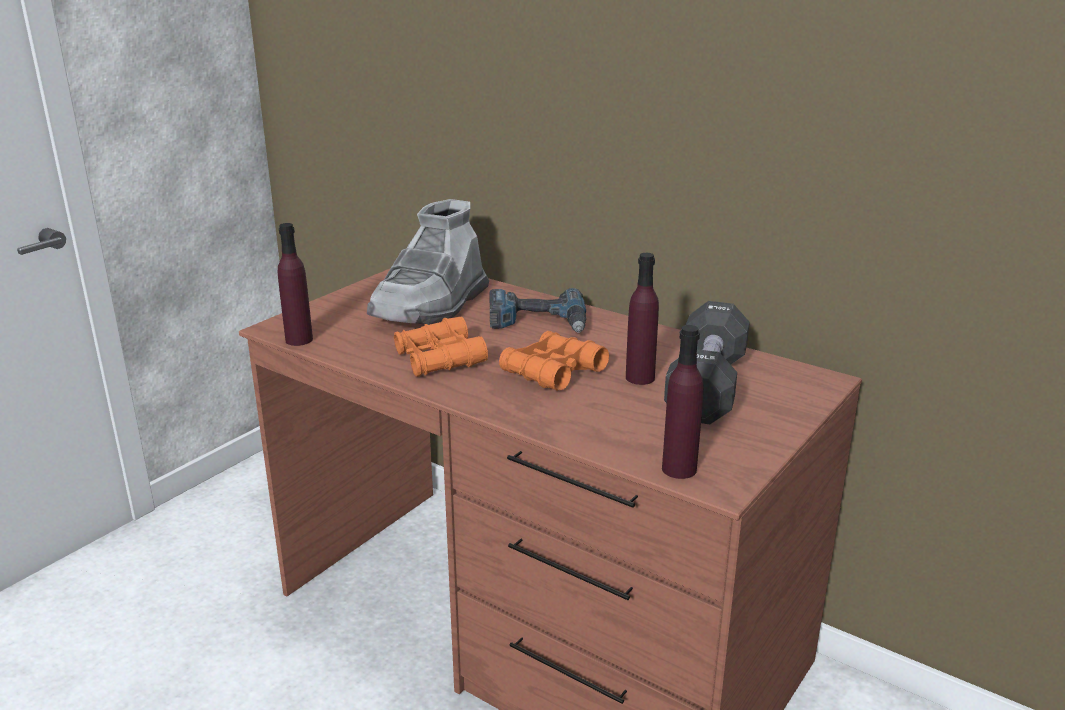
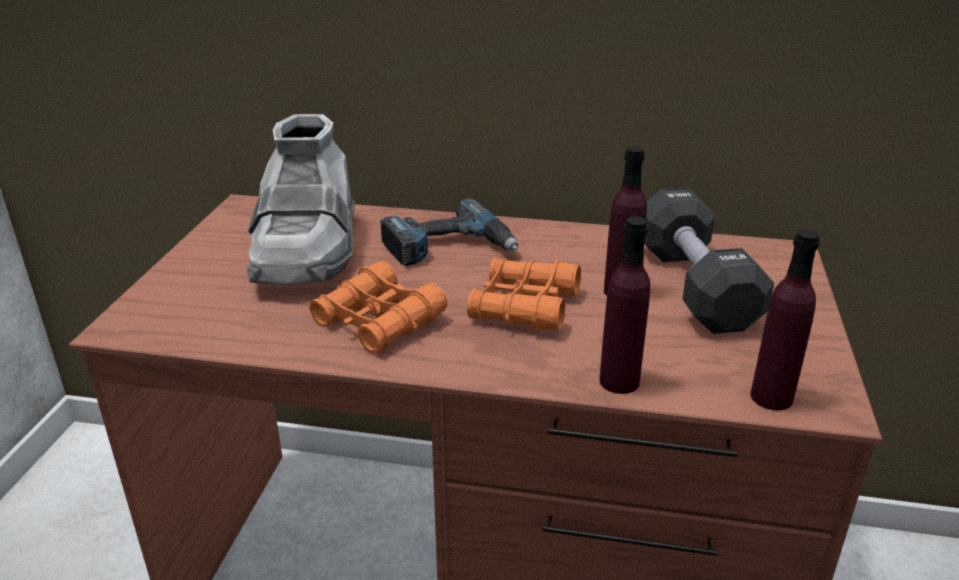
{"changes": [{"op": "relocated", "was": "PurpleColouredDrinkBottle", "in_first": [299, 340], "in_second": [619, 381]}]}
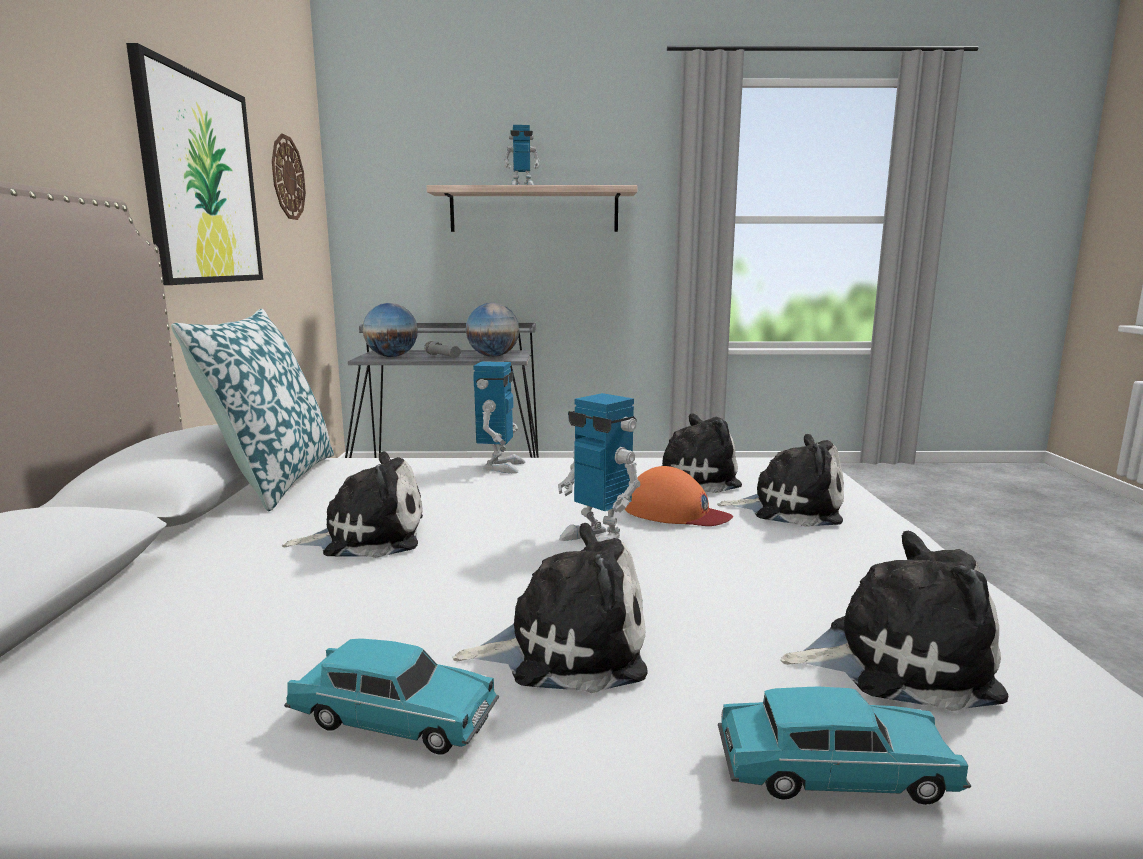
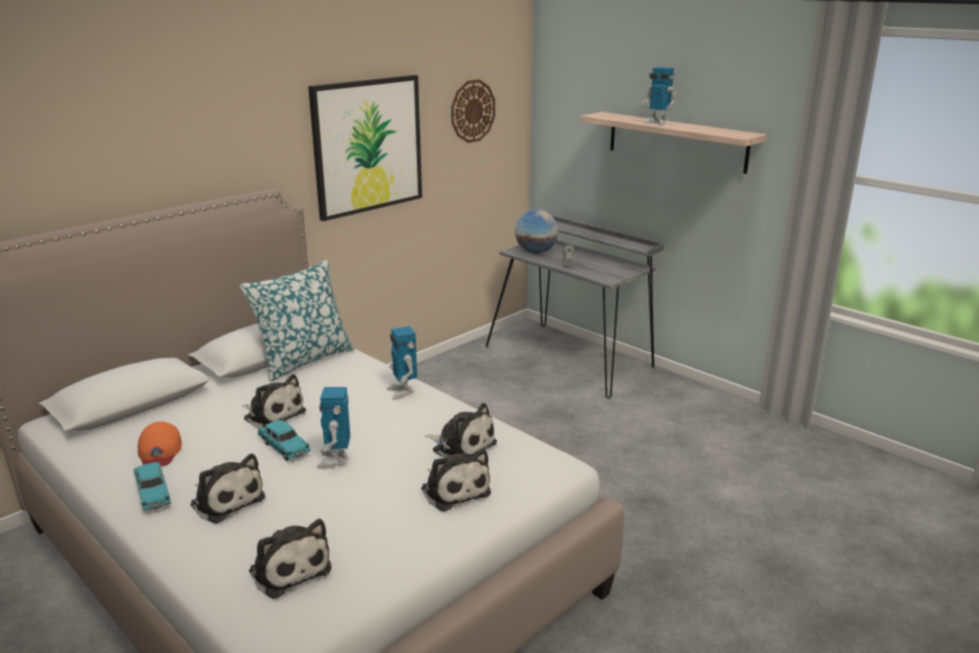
{"changes": [{"op": "missing", "was": "DeskGlobe", "in_first": [493, 356]}, {"op": "spun", "was": "RobotFigure", "in_first": [500, 466], "in_second": [402, 392], "clockwise": 105}, {"op": "relocated", "was": "OrangeBaseballCap", "in_first": [675, 512], "in_second": [159, 451]}, {"op": "relocated", "was": "BlueGreenModelCar", "in_first": [834, 774], "in_second": [284, 448]}]}
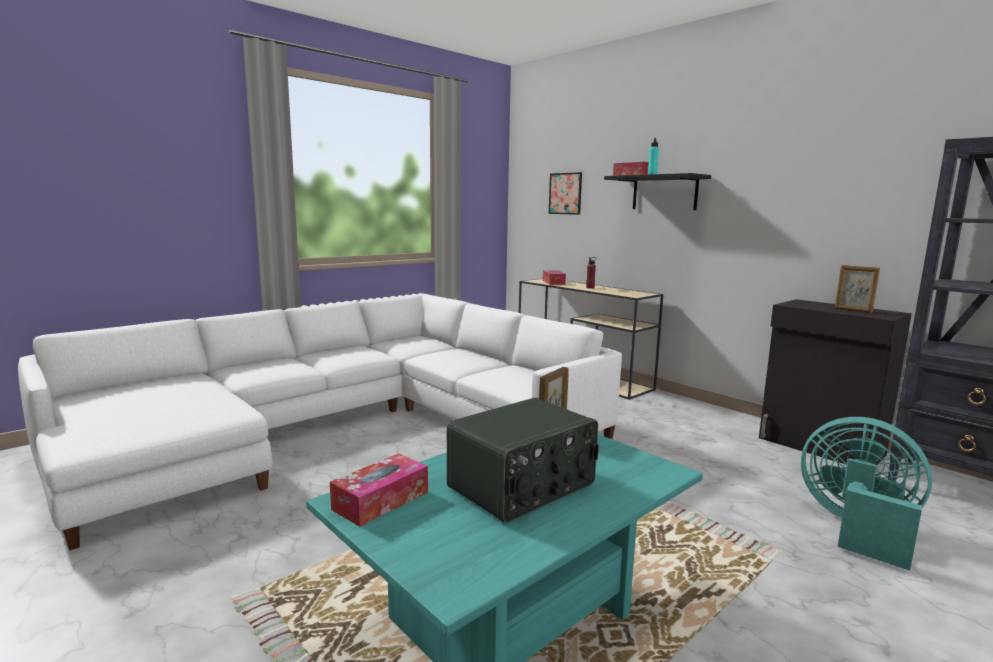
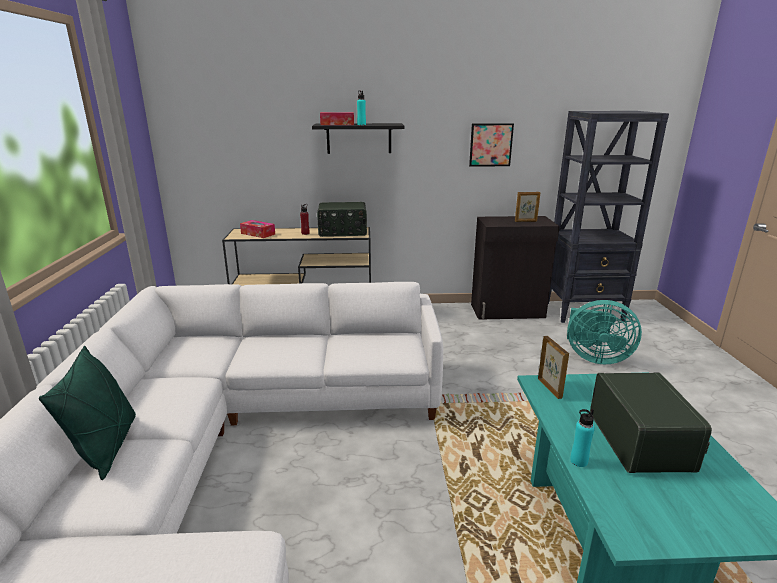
{"changes": [{"op": "relocated", "was": "WallPicture", "in_first": [565, 193], "in_second": [491, 145]}, {"op": "spun", "was": "BlueGreenElectricFan", "in_first": [857, 528], "in_second": [594, 357], "clockwise": -150}, {"op": "missing", "was": "BoxOfTissues", "in_first": [381, 500]}, {"op": "appeared", "now": "RadioSet", "in_second": [342, 232]}, {"op": "appeared", "now": "GreenColouredThrowPillow", "in_second": [107, 447]}, {"op": "appeared", "now": "BlueGreenDrinkBottle", "in_second": [578, 461]}]}
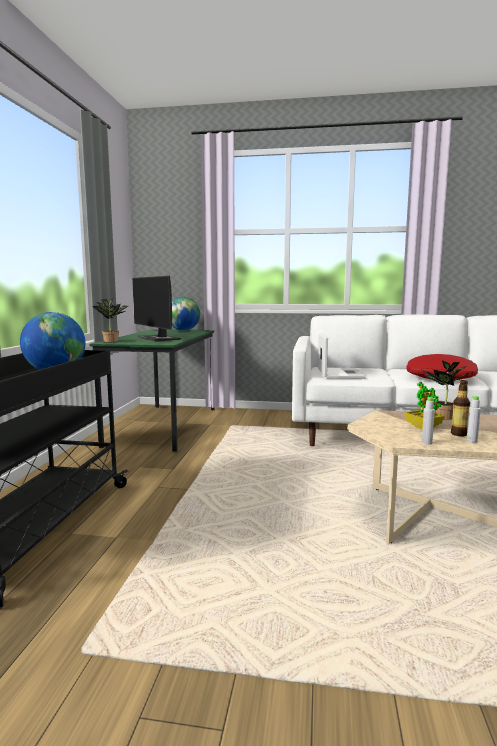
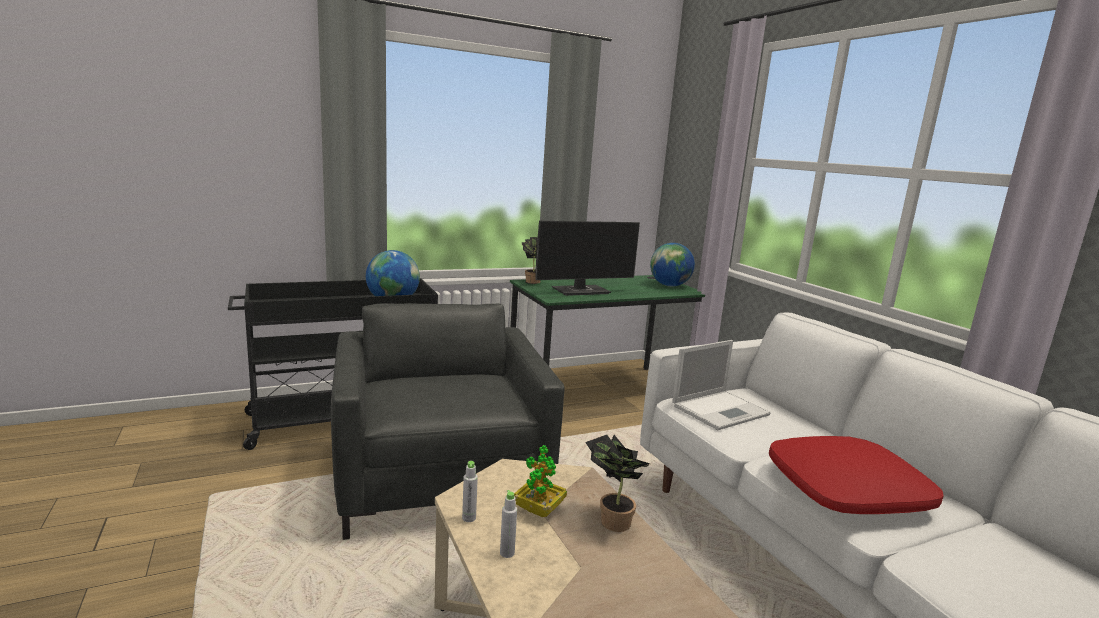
{"changes": [{"op": "spun", "was": "ComputerScreen", "in_first": [159, 339], "in_second": [582, 291], "clockwise": -135}, {"op": "missing", "was": "DrinkBottle", "in_first": [459, 434]}, {"op": "appeared", "now": "GreyLoungeChair", "in_second": [441, 478]}]}
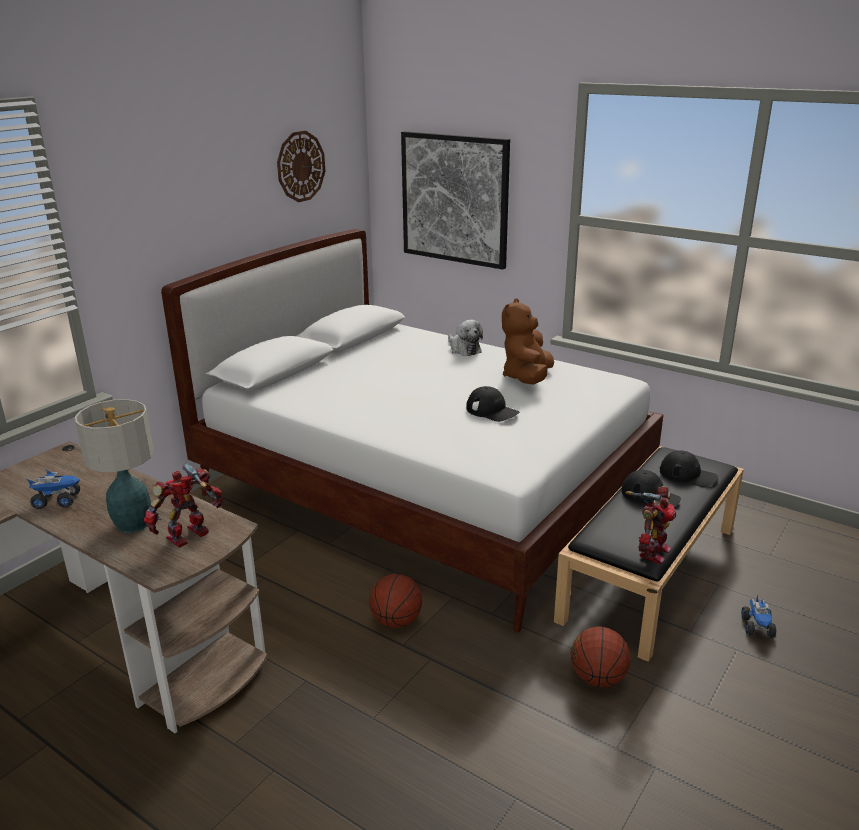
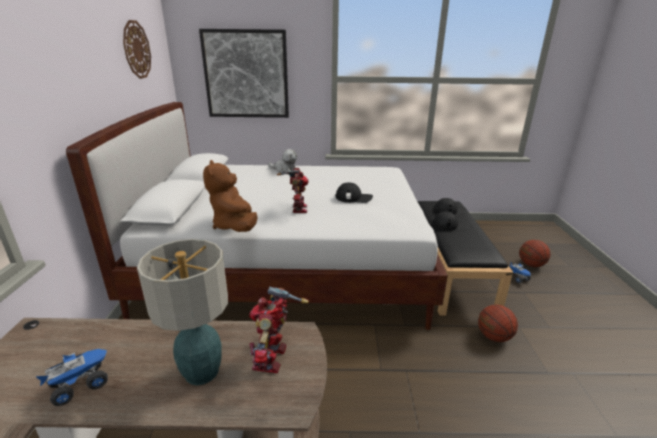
{"changes": [{"op": "relocated", "was": "BrownishCuddlyToy", "in_first": [527, 378], "in_second": [234, 226]}, {"op": "relocated", "was": "RobotFigure", "in_first": [651, 552], "in_second": [298, 209]}, {"op": "relocated", "was": "BasketballBall", "in_first": [396, 621], "in_second": [531, 265]}]}
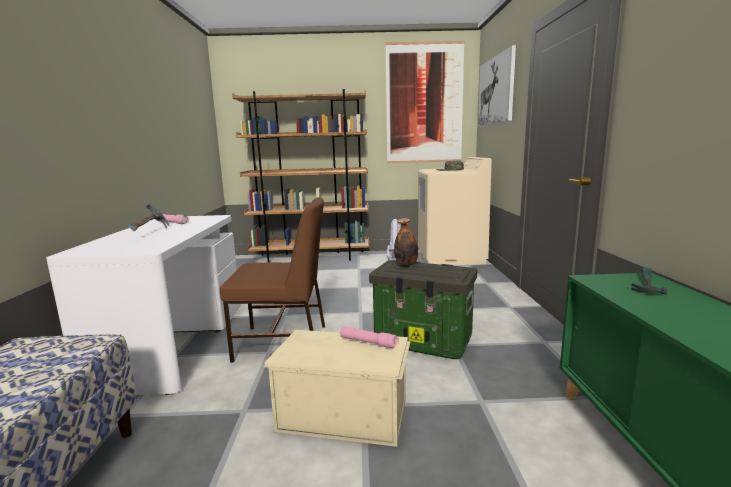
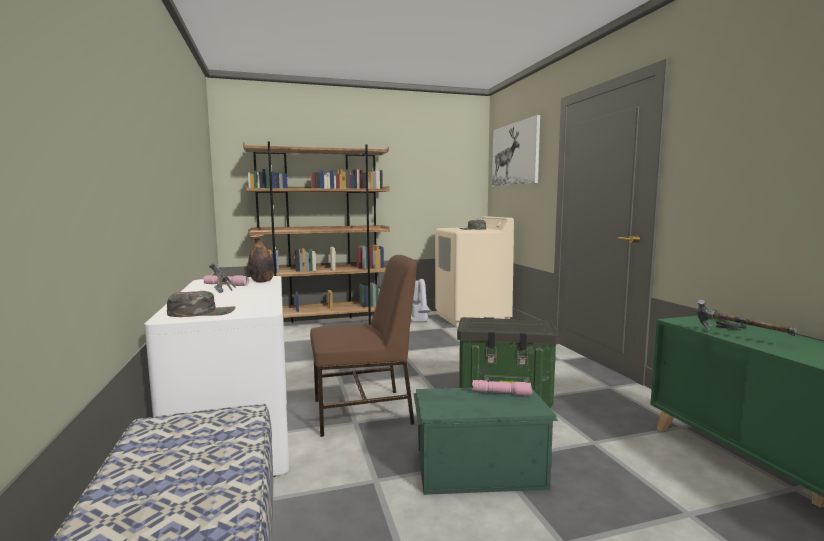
{"changes": [{"op": "missing", "was": "WallPicture", "in_first": [424, 104]}, {"op": "relocated", "was": "DrinkBottle", "in_first": [406, 264], "in_second": [262, 282]}, {"op": "colour", "was": "BeigeStorageBox", "now": "GreenColouredStorageBox", "in_first": [343, 413], "in_second": [478, 468]}, {"op": "appeared", "now": "GreenColouredBaseballCap", "in_second": [202, 312]}, {"op": "appeared", "now": "Hammer", "in_second": [738, 337]}]}
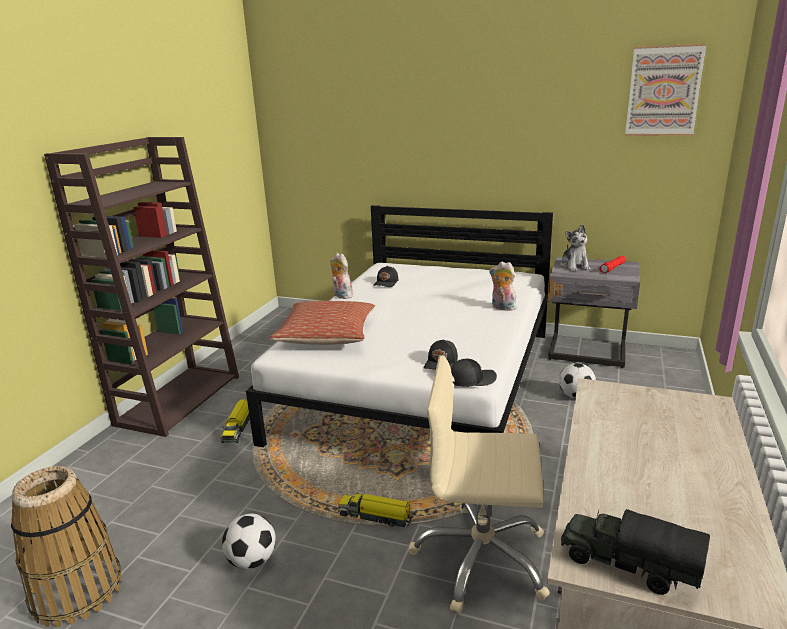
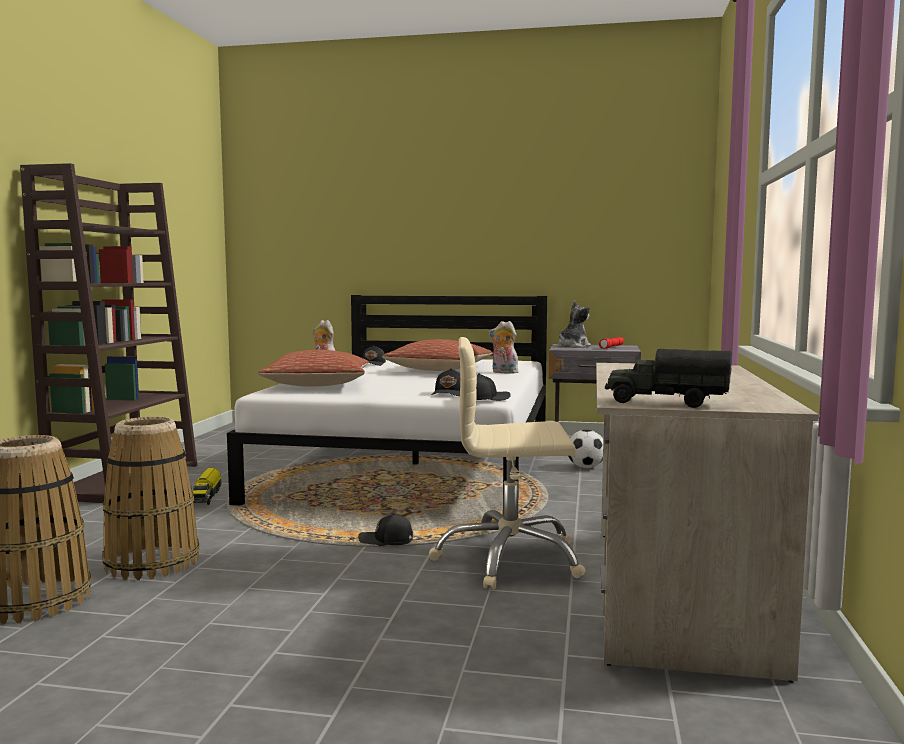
{"changes": [{"op": "missing", "was": "WallPicture", "in_first": [663, 91]}, {"op": "spun", "was": "CuddlyToy", "in_first": [574, 266], "in_second": [573, 346], "clockwise": -120}, {"op": "exchanged", "was": "ToyLorry", "now": "BlackColouredBaseballCap", "in_first": [376, 516], "in_second": [386, 541]}, {"op": "missing", "was": "FootballBall", "in_first": [252, 561]}, {"op": "appeared", "now": "ThrowPillow", "in_second": [439, 370]}, {"op": "appeared", "now": "HouseholdBasket", "in_second": [151, 562]}]}
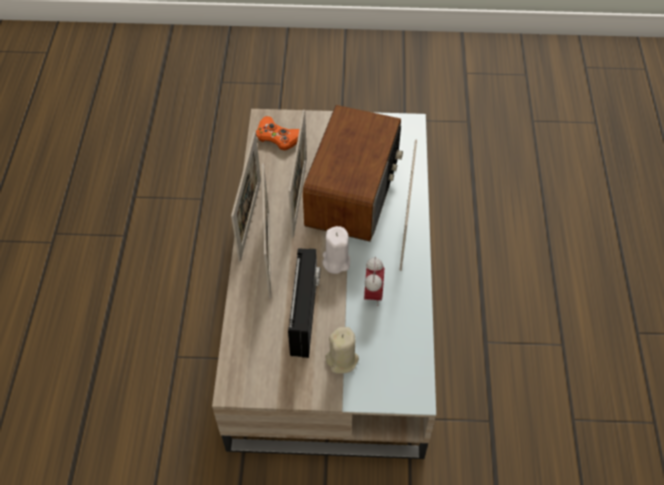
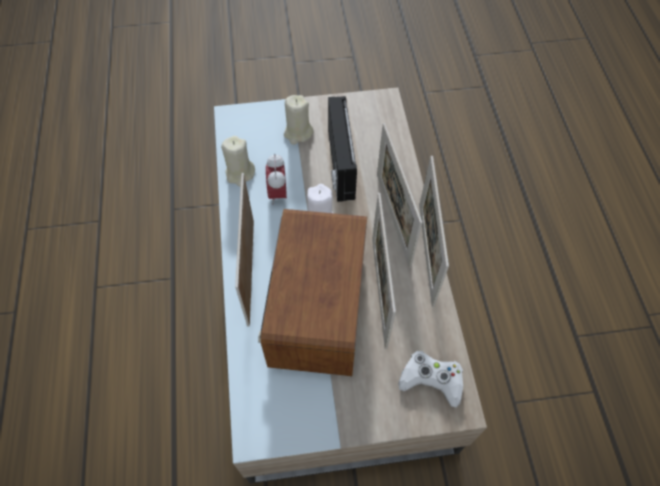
{"changes": [{"op": "colour", "was": "OrangeGameController", "now": "WhitishGameController", "in_first": [278, 137], "in_second": [431, 379]}, {"op": "appeared", "now": "BeigeWaxLight", "in_second": [240, 173]}]}
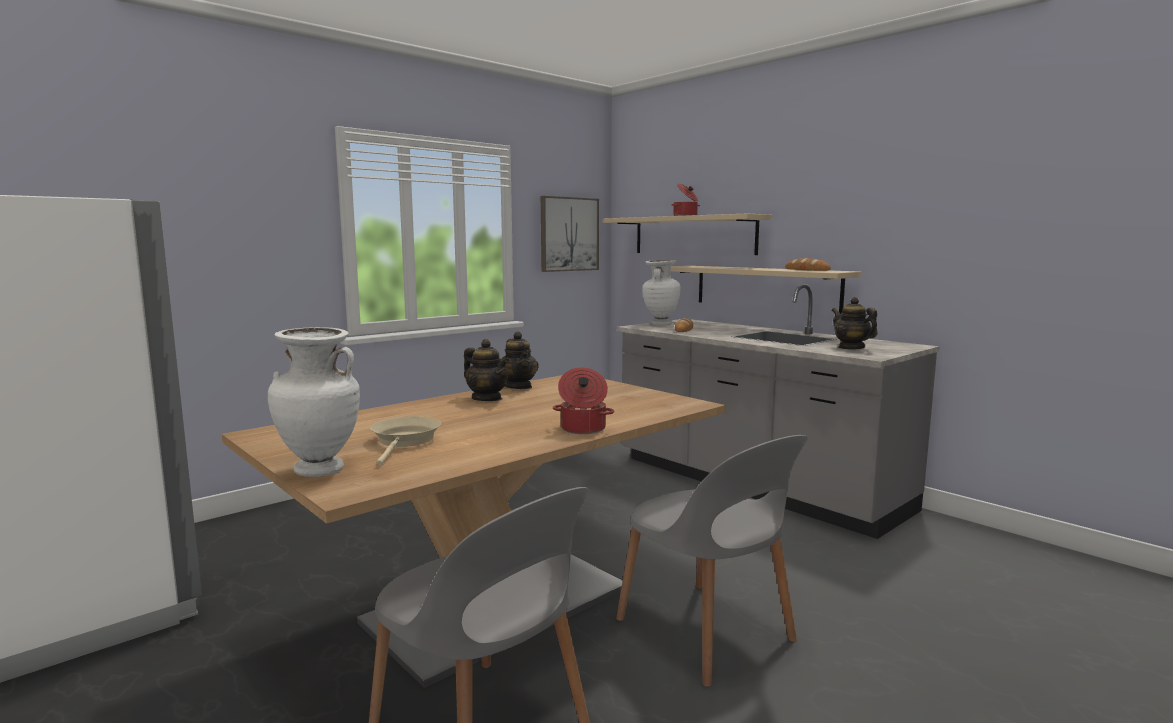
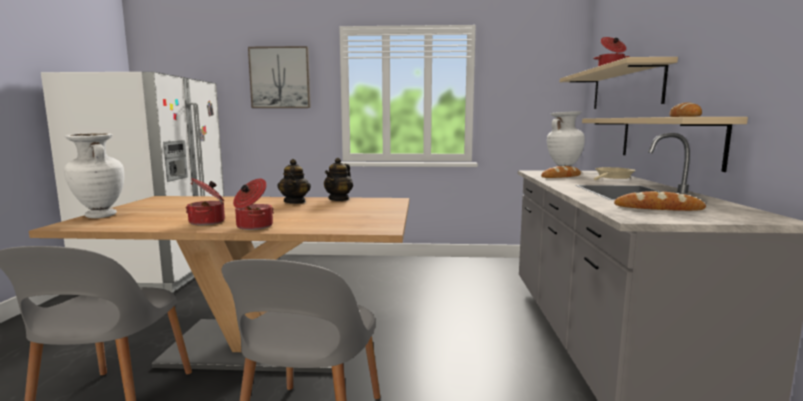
{"changes": [{"op": "relocated", "was": "WallPicture", "in_first": [569, 234], "in_second": [280, 78]}, {"op": "exchanged", "was": "PotForTea", "now": "BakeryBread", "in_first": [851, 347], "in_second": [658, 208]}, {"op": "relocated", "was": "BeigePan", "in_first": [405, 441], "in_second": [613, 177]}, {"op": "appeared", "now": "CookingPot", "in_second": [208, 222]}]}
